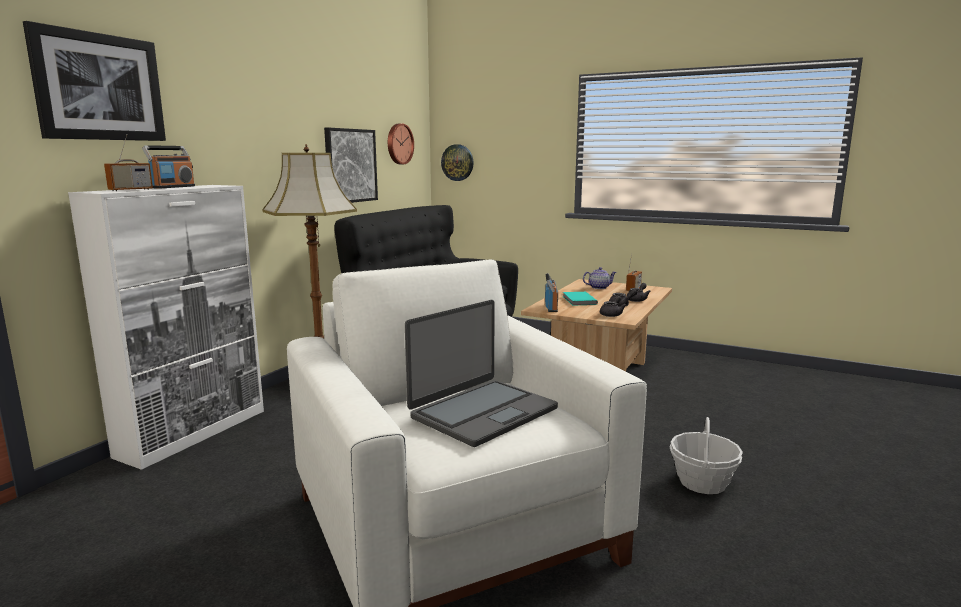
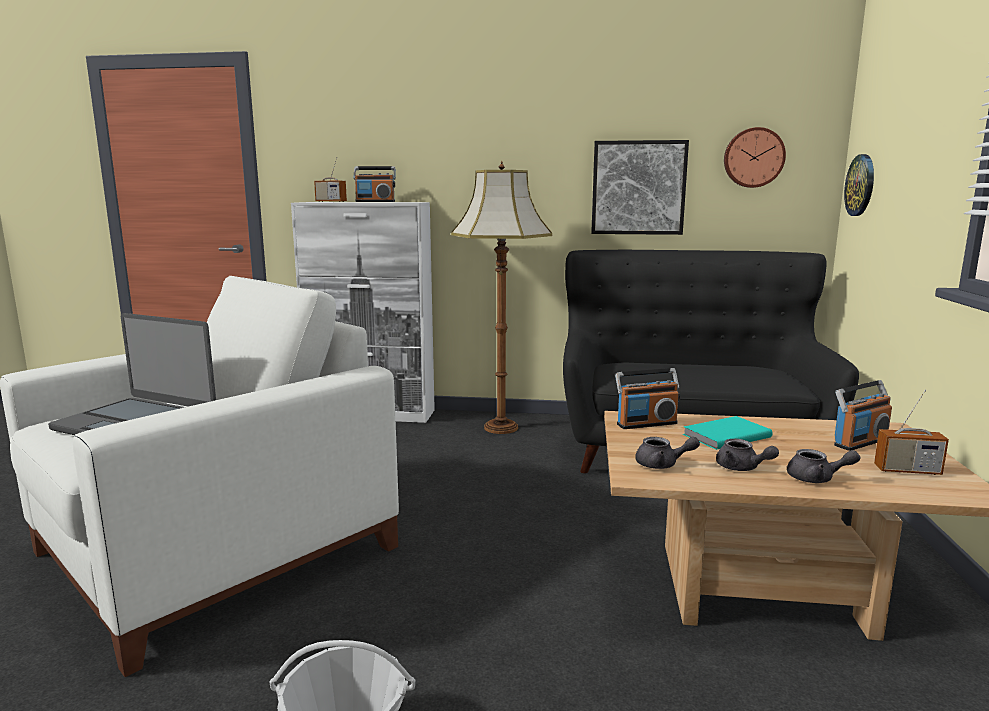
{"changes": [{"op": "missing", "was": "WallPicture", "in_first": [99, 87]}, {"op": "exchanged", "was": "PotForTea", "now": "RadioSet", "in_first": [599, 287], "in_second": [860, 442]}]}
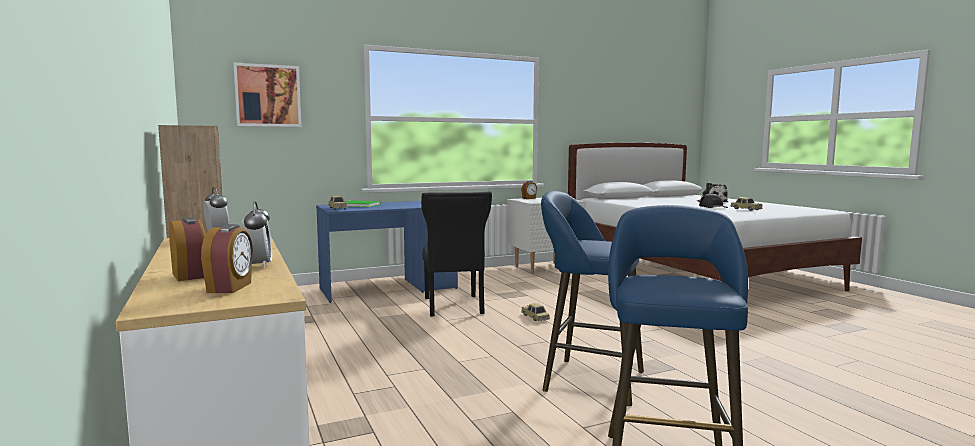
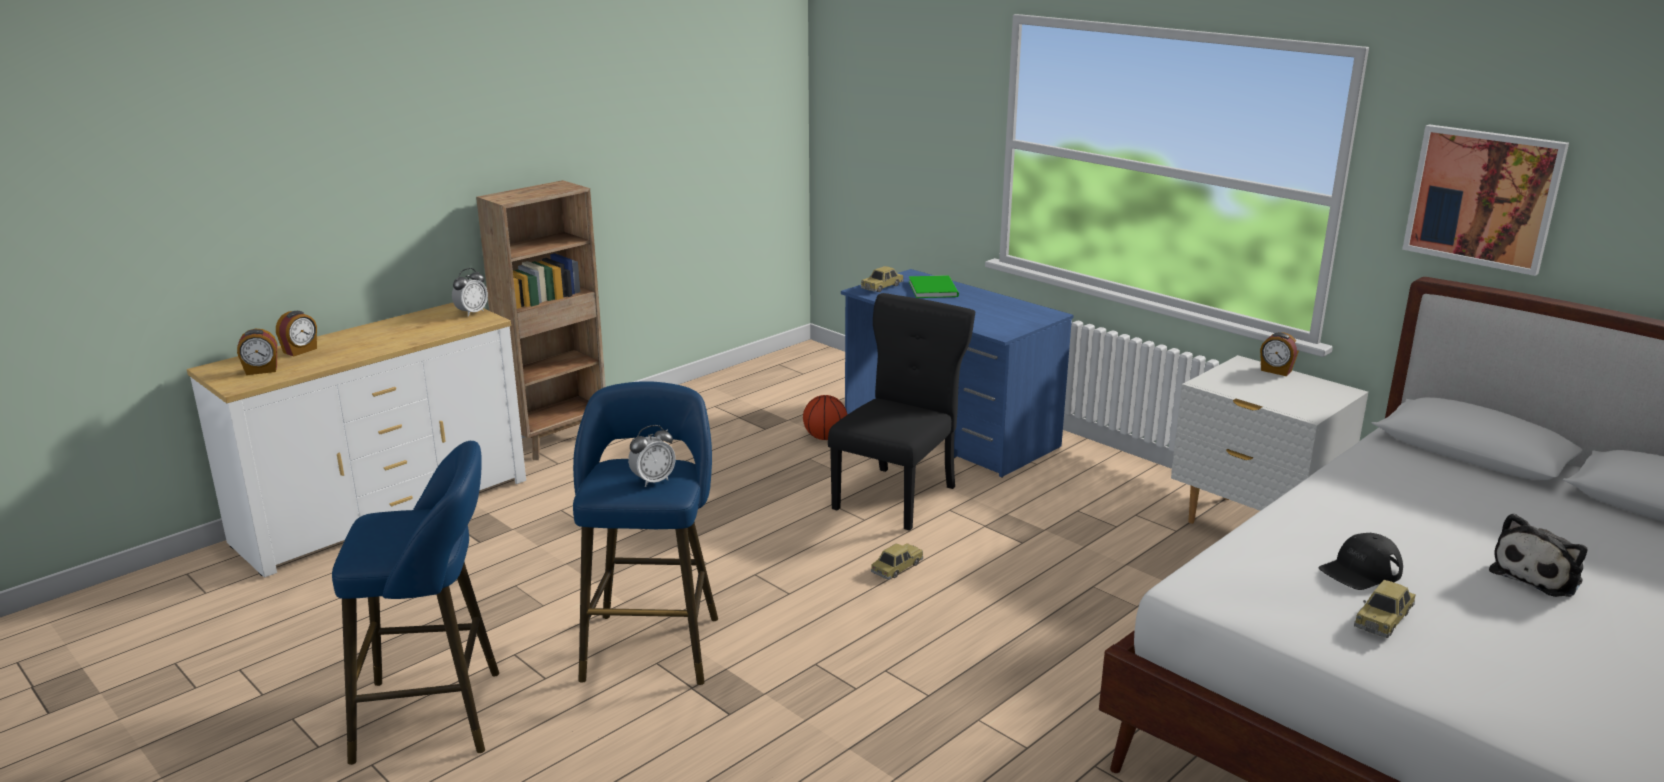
{"changes": [{"op": "relocated", "was": "WallPicture", "in_first": [268, 95], "in_second": [1483, 198]}, {"op": "spun", "was": "BlackColouredUprightChair", "in_first": [453, 307], "in_second": [898, 496], "clockwise": 150}, {"op": "relocated", "was": "BedsideClock", "in_first": [258, 265], "in_second": [653, 481]}, {"op": "appeared", "now": "BasketballBall", "in_second": [825, 438]}]}
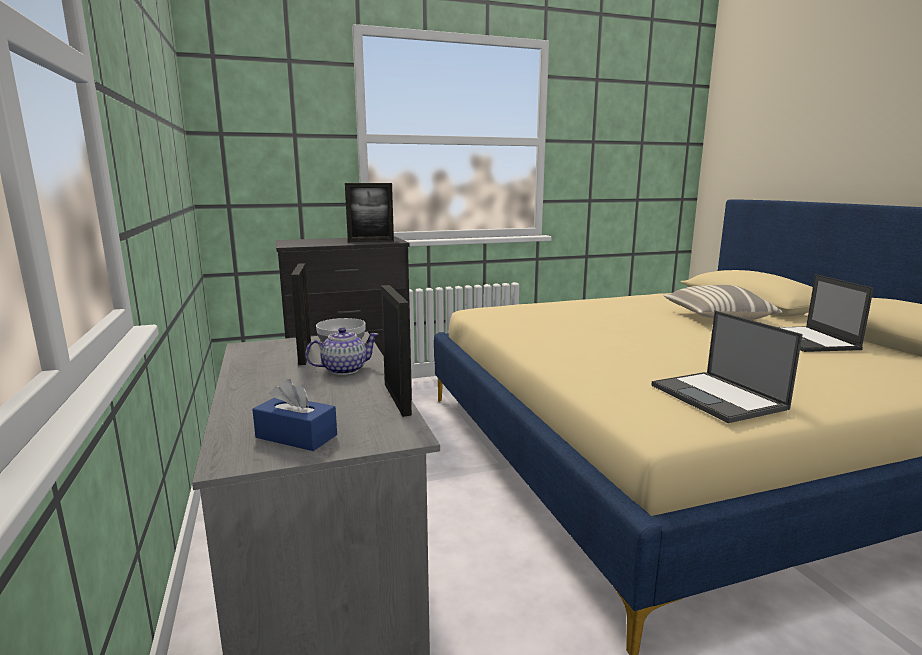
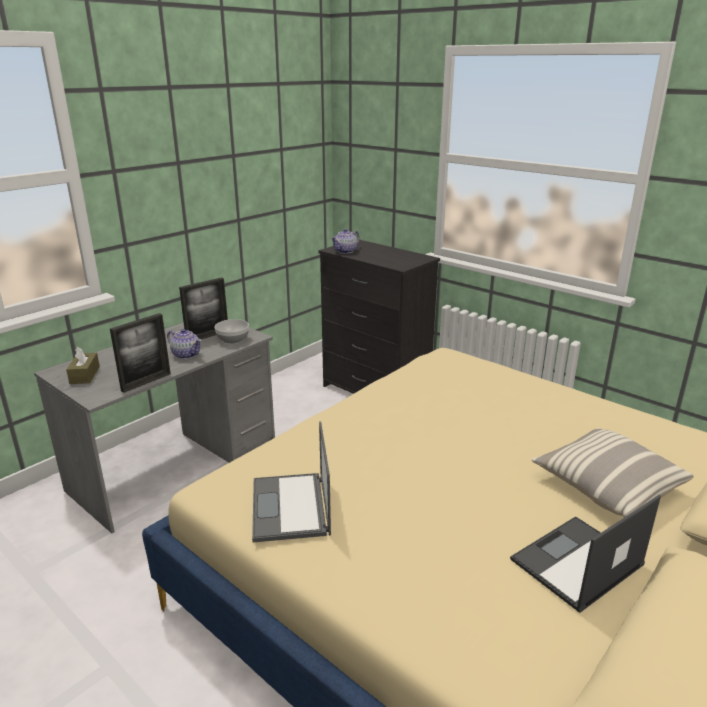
{"changes": [{"op": "missing", "was": "StandingFrame", "in_first": [371, 241]}, {"op": "spun", "was": "NotebookComputer", "in_first": [719, 397], "in_second": [291, 508], "clockwise": -45}, {"op": "colour", "was": "BlueColouredBoxOfTissues", "now": "BrownishBoxOfTissues", "in_first": [296, 436], "in_second": [85, 375]}, {"op": "appeared", "now": "PotForTea", "in_second": [345, 251]}]}
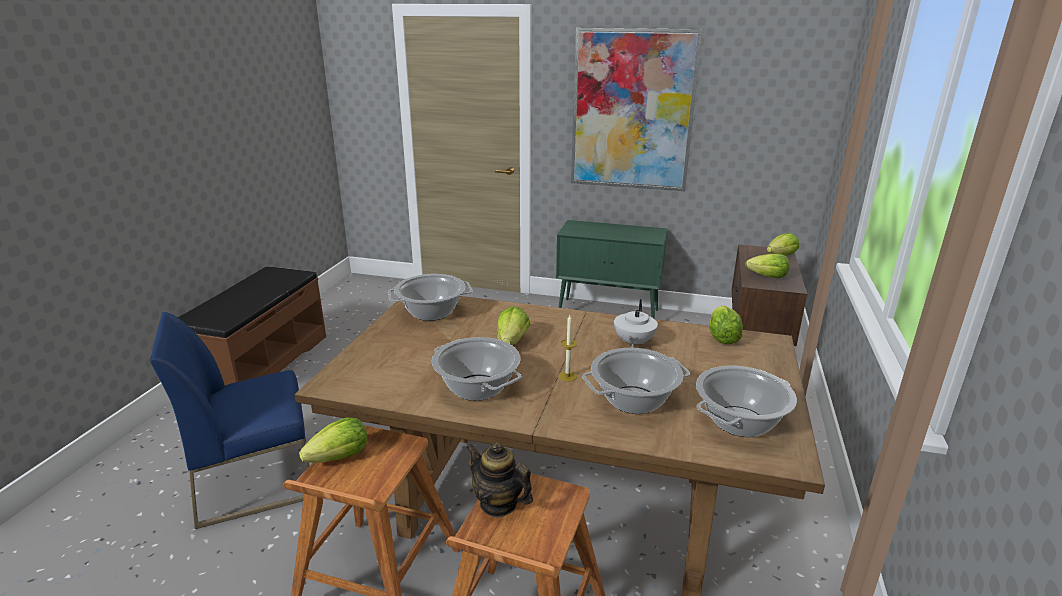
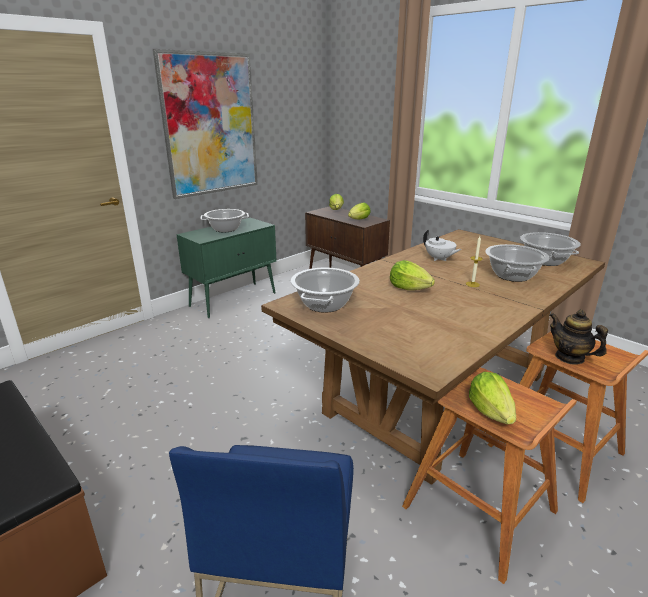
{"changes": [{"op": "missing", "was": "Lettuce", "in_first": [722, 338]}, {"op": "relocated", "was": "CookingPot", "in_first": [476, 388], "in_second": [225, 229]}, {"op": "spun", "was": "PotForTea", "in_first": [498, 504], "in_second": [569, 357], "clockwise": 75}]}
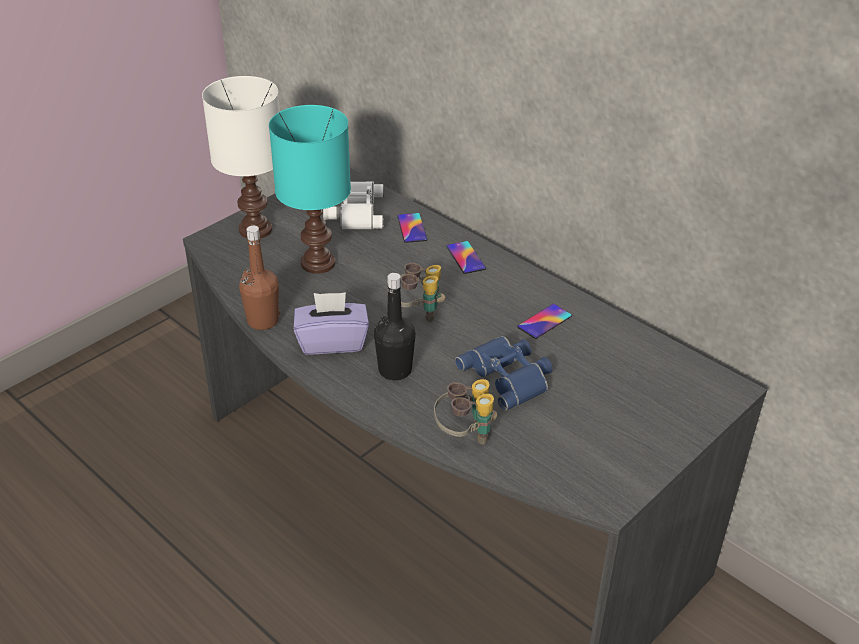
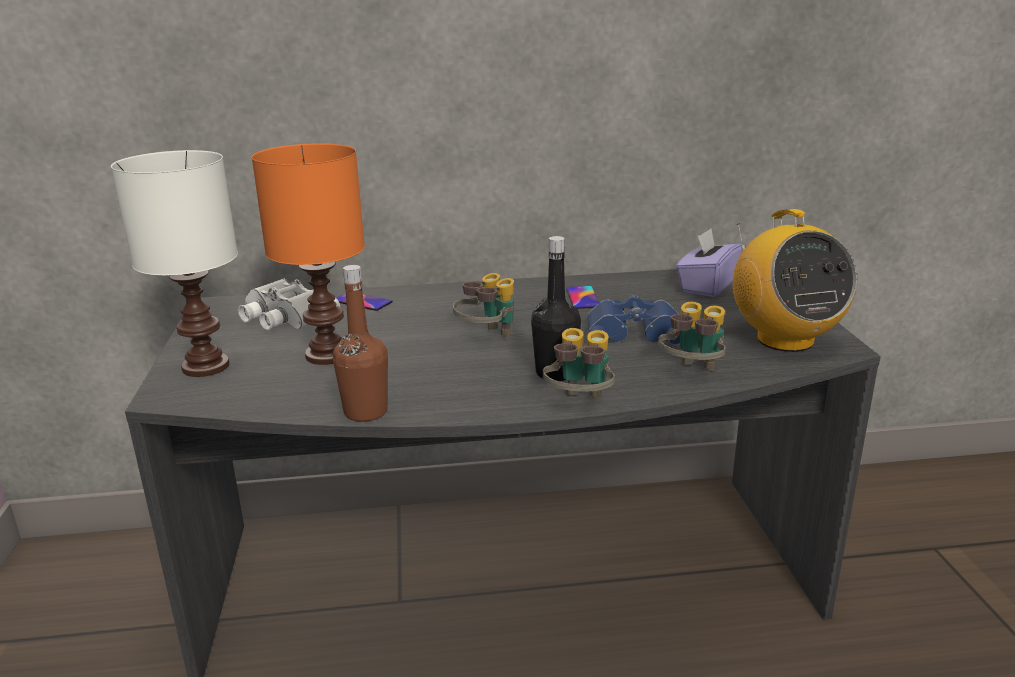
{"changes": [{"op": "colour", "was": "BlueGreenTabletopLamp", "now": "OrangeTabletopLamp", "in_first": [316, 264], "in_second": [327, 356]}, {"op": "missing", "was": "Handset", "in_first": [465, 258]}, {"op": "relocated", "was": "PurpleColouredBoxOfTissues", "in_first": [332, 342], "in_second": [706, 286]}, {"op": "appeared", "now": "RadioSet", "in_second": [784, 340]}, {"op": "appeared", "now": "Binoculars", "in_second": [580, 404]}]}
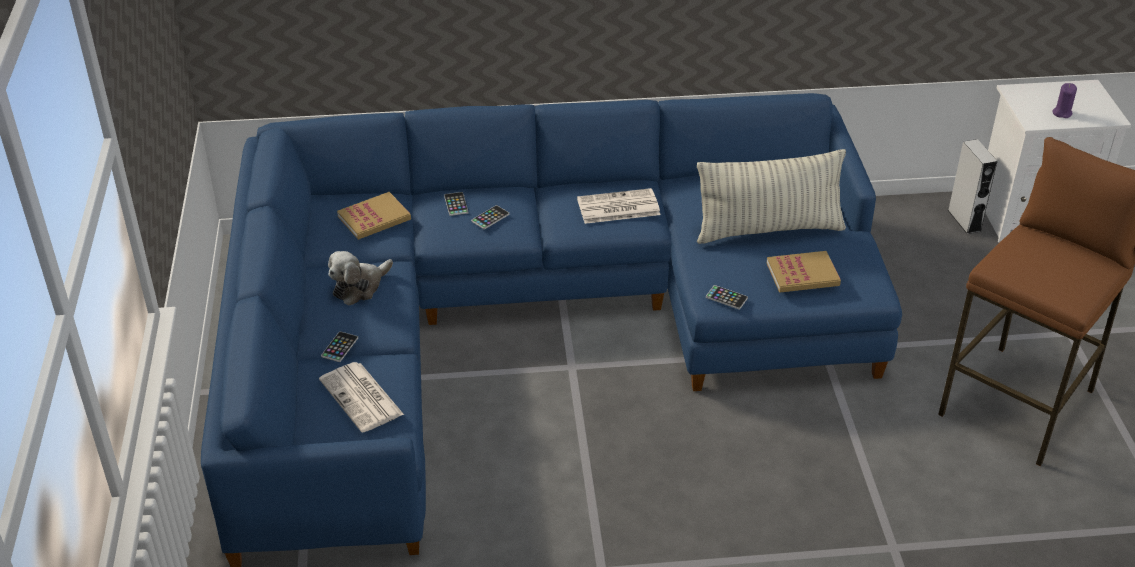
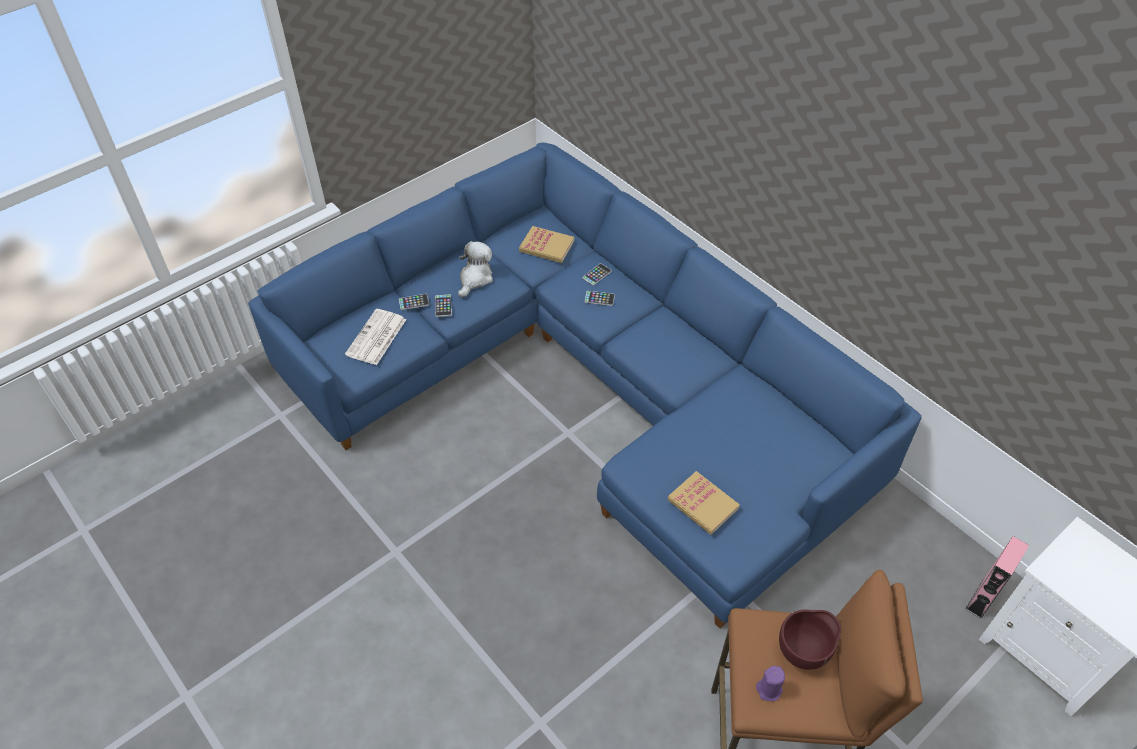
{"changes": [{"op": "relocated", "was": "PurpleColouredWaxLight", "in_first": [1062, 113], "in_second": [769, 689]}, {"op": "colour", "was": "GreyLoudspeaker", "now": "PinkColouredLoudspeaker", "in_first": [964, 220], "in_second": [982, 599]}, {"op": "missing", "was": "ThrowPillow", "in_first": [768, 230]}, {"op": "missing", "was": "Newspaper", "in_first": [617, 207]}, {"op": "spun", "was": "CuddlyToy", "in_first": [359, 287], "in_second": [475, 278], "clockwise": 105}, {"op": "relocated", "was": "Handset", "in_first": [726, 298], "in_second": [443, 306]}, {"op": "appeared", "now": "BrownishServingBowl", "in_second": [804, 651]}]}
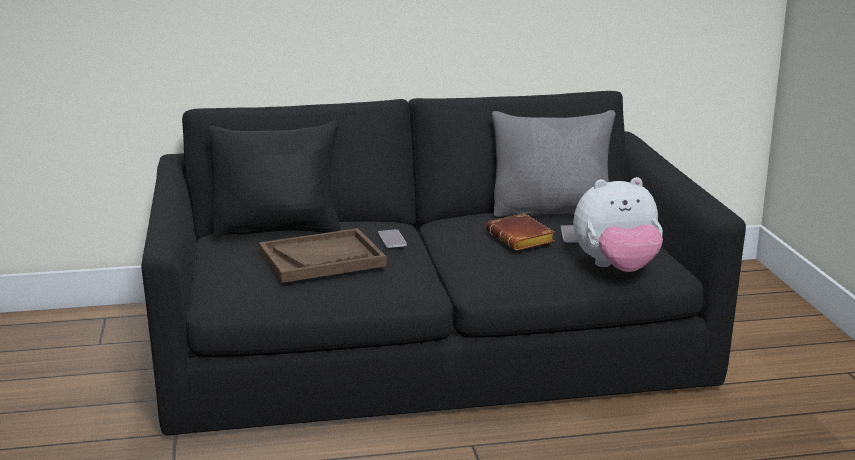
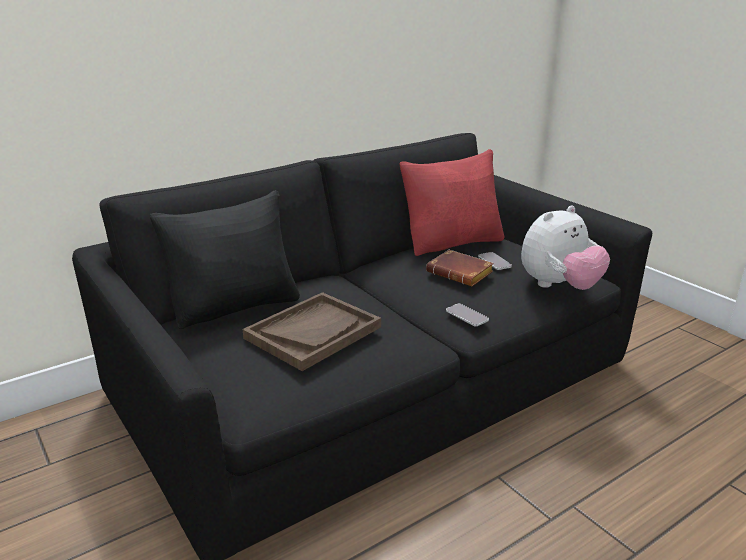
{"changes": [{"op": "colour", "was": "GreyThrowPillow", "now": "ReddishThrowPillow", "in_first": [552, 212], "in_second": [453, 243]}, {"op": "relocated", "was": "Handset", "in_first": [392, 239], "in_second": [467, 316]}]}
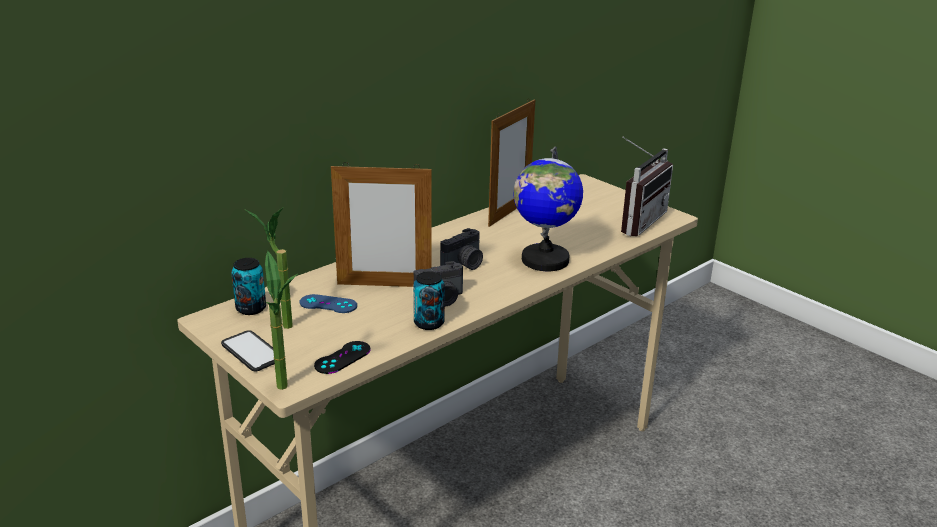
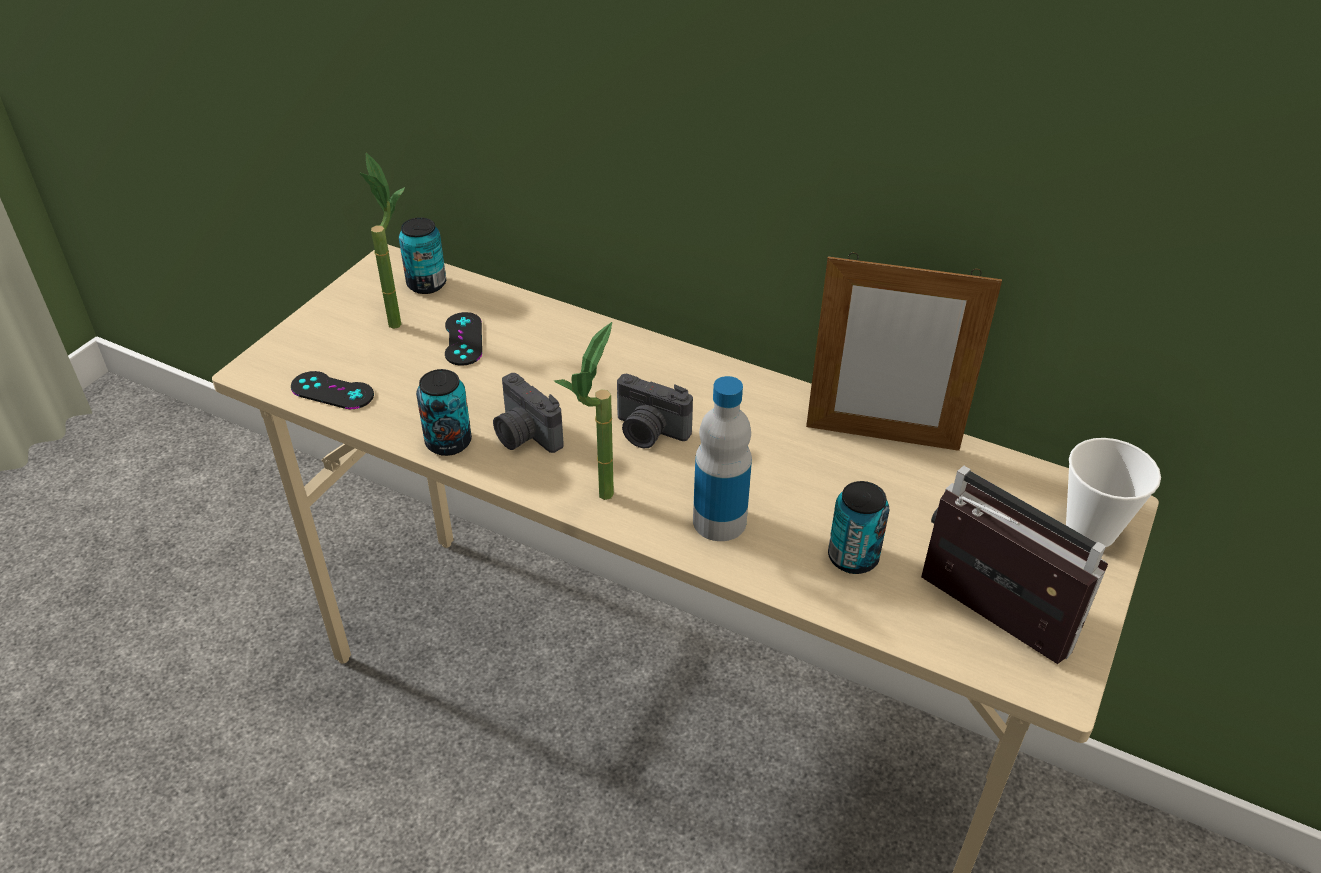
{"changes": [{"op": "spun", "was": "RadioSet", "in_first": [636, 221], "in_second": [982, 622], "clockwise": -150}, {"op": "exchanged", "was": "DeskGlobe", "now": "DrinkBottle", "in_first": [544, 260], "in_second": [719, 521]}, {"op": "missing", "was": "StandingFrame", "in_first": [384, 285]}, {"op": "relocated", "was": "PlantInAPot", "in_first": [288, 391], "in_second": [597, 504]}, {"op": "colour", "was": "BlueColouredGameController", "now": "BlackColouredGameController", "in_first": [328, 304], "in_second": [463, 339]}, {"op": "missing", "was": "Handset", "in_first": [252, 352]}, {"op": "appeared", "now": "SmallCup", "in_second": [1090, 530]}, {"op": "appeared", "now": "SealedCan", "in_second": [853, 557]}]}
